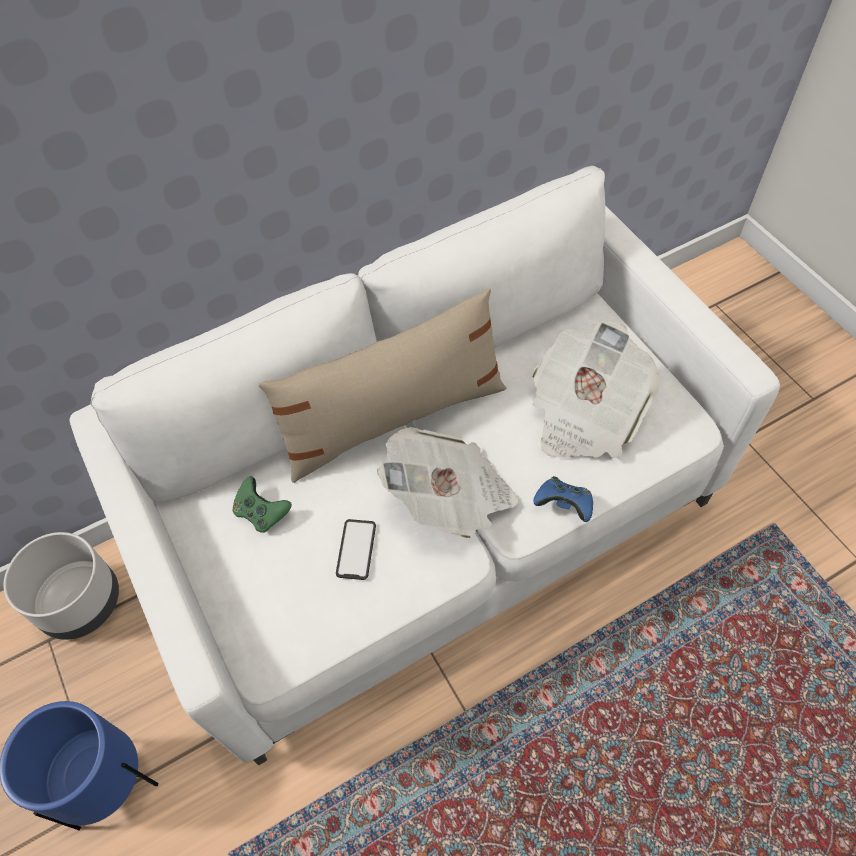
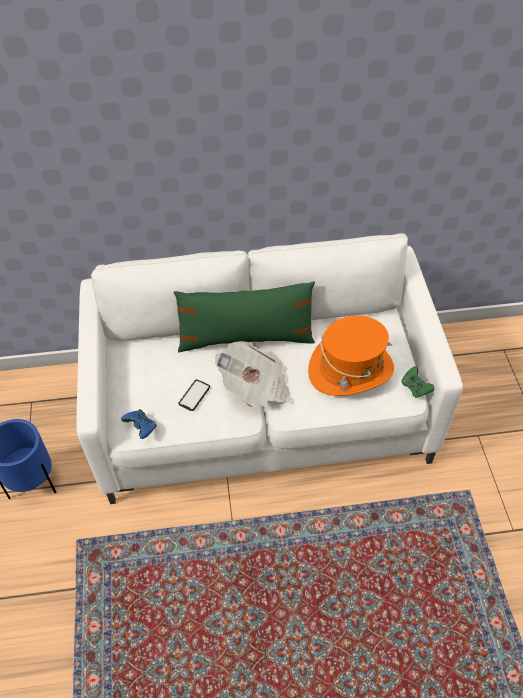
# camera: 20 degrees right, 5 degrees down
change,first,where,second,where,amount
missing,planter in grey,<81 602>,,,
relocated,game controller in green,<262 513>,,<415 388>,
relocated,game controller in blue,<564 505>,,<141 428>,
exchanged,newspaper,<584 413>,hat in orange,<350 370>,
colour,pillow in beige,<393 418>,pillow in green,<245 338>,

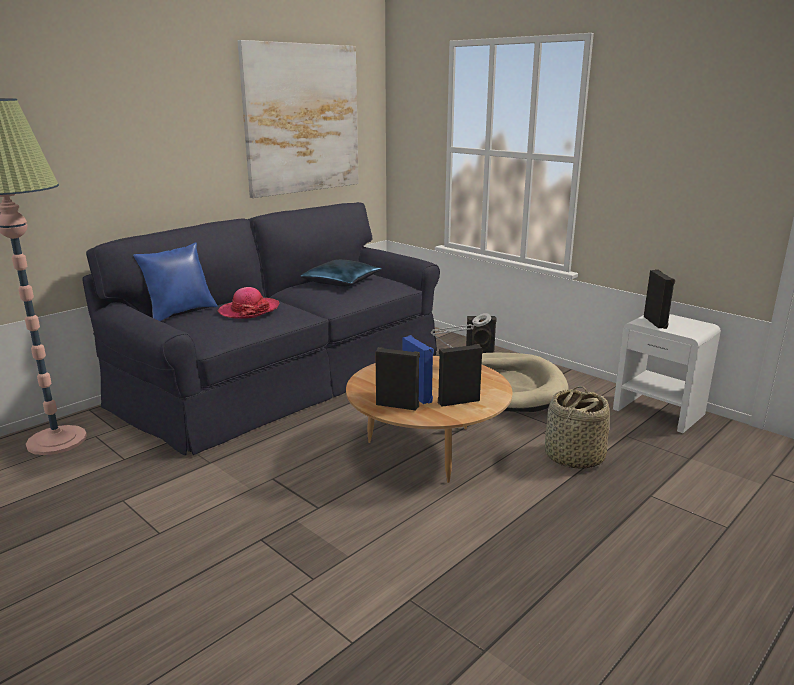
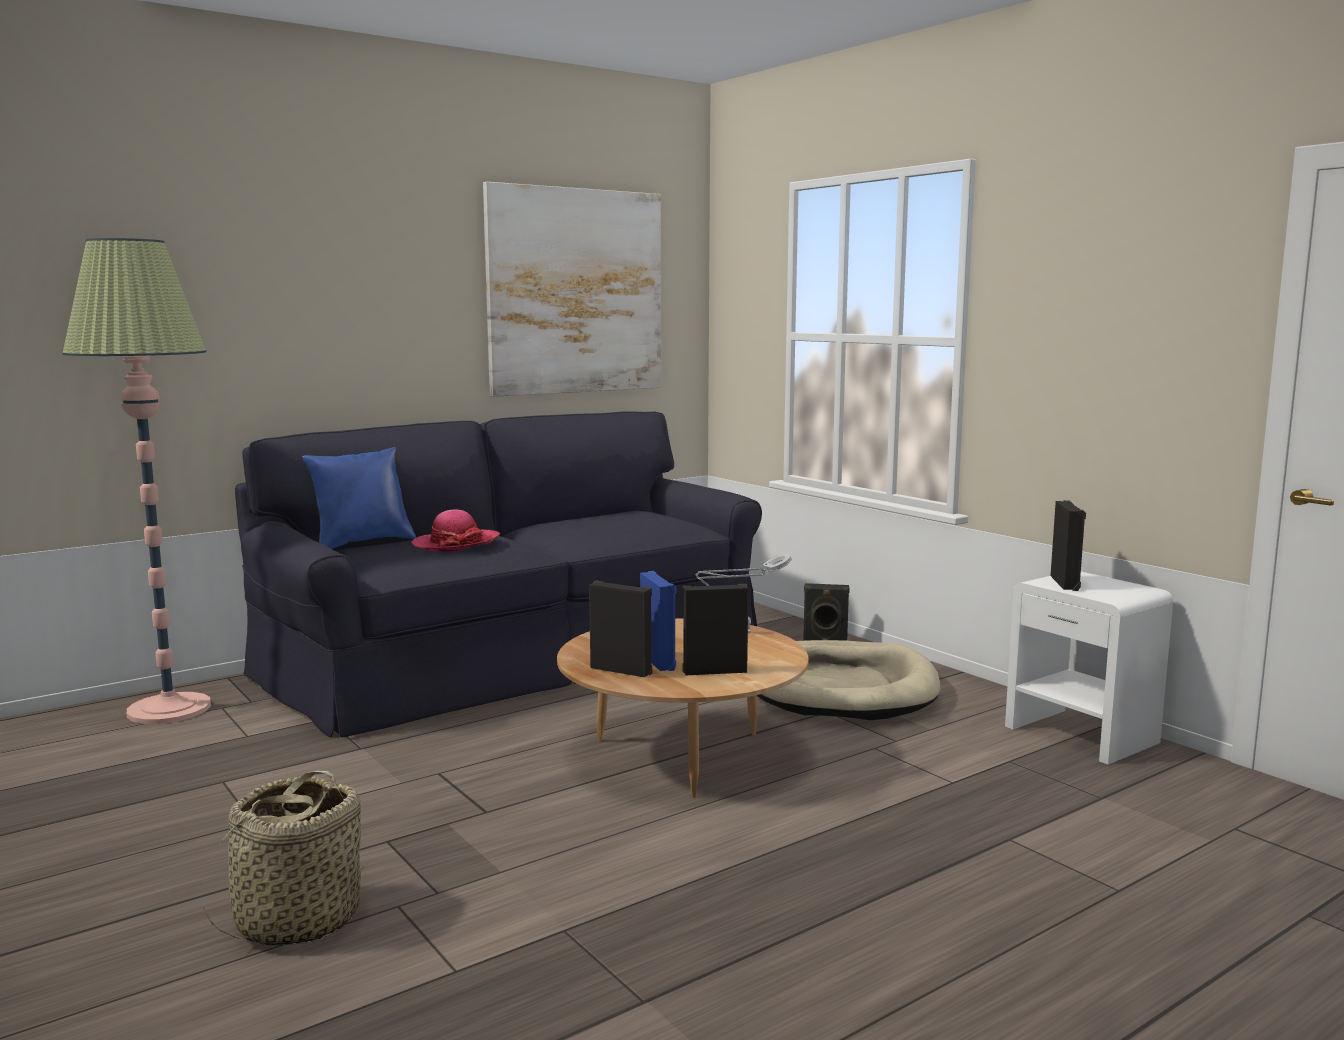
# camera: 10 degrees right, 10 degrees down
change,first,where,second,where,amount
missing,pillow in blue,<342 281>,,,
relocated,basket,<573 457>,,<297 920>,

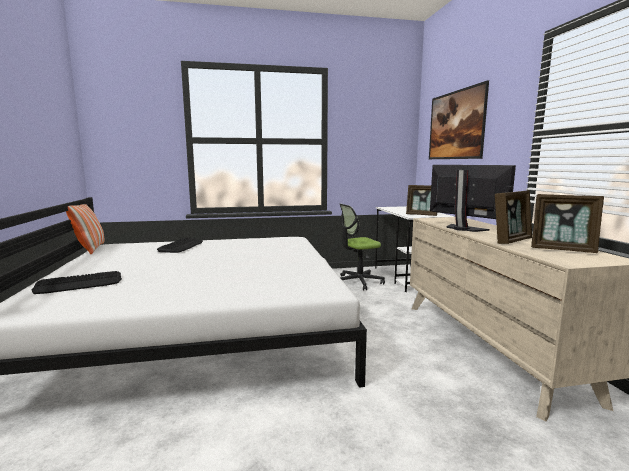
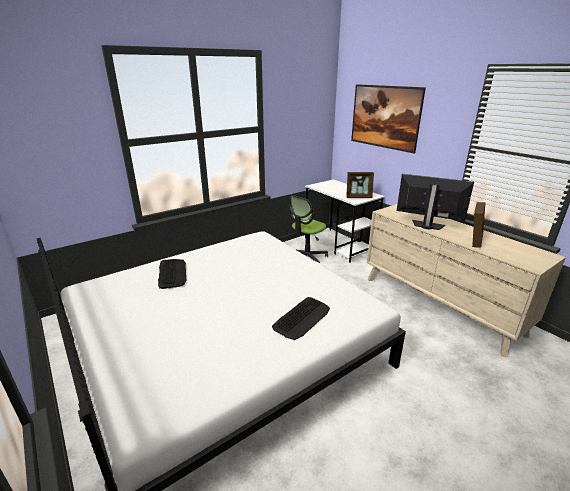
# camera: 25 degrees left, 15 degrees up
change,first,where,second,where,amount
missing,pillow,<90 249>,,,
missing,picture frame,<562 250>,,,
relocated,keyboard,<79 284>,,<302 318>,

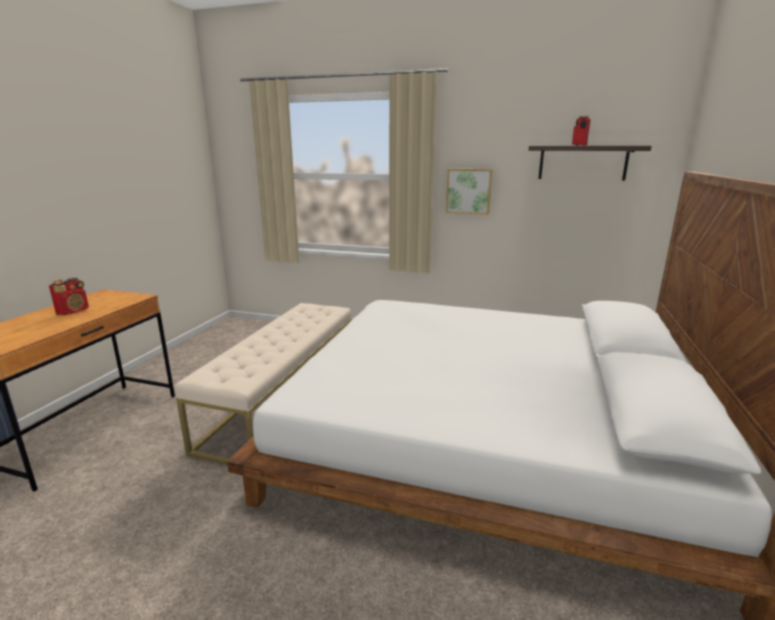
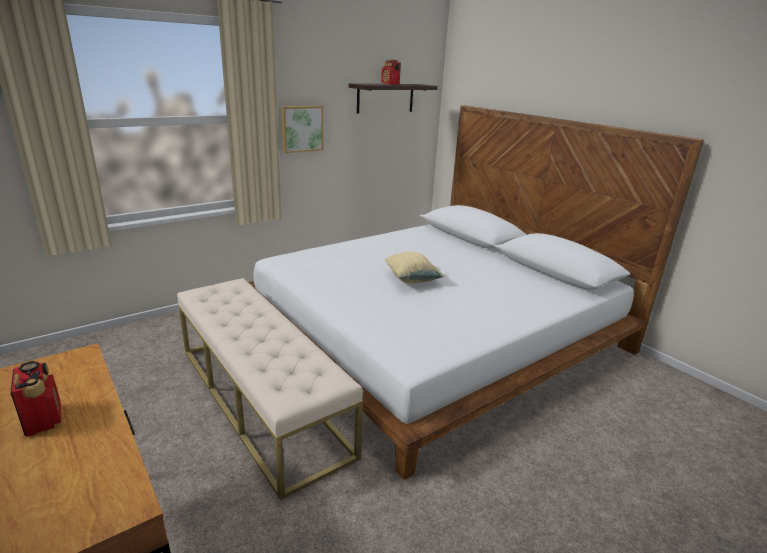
# camera: 55 degrees left, 5 degrees up
change,first,where,second,where,amount
appeared,,,pillow in beige,<412 279>,

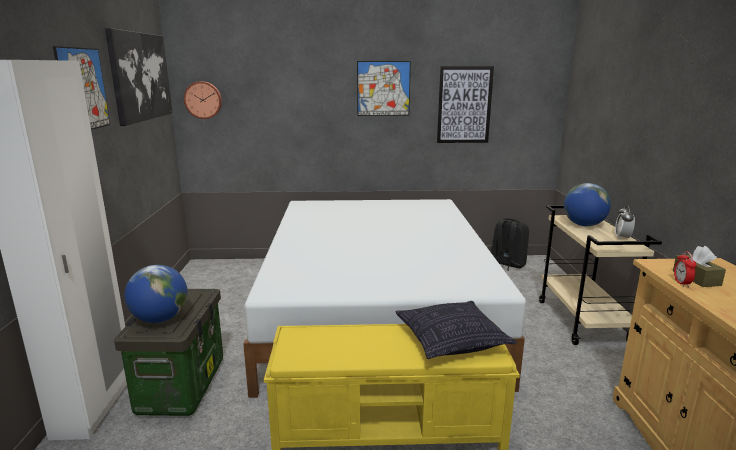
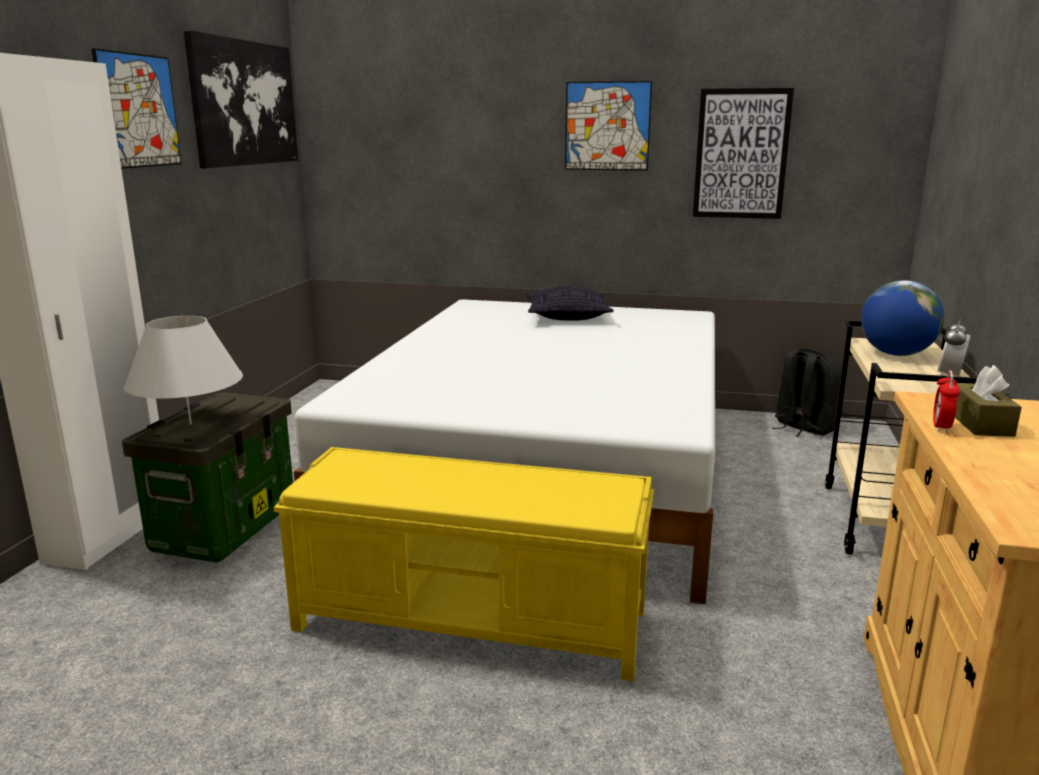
# camera: 15 degrees right, 0 degrees up
change,first,where,second,where,amount
missing,wall clock,<203 100>,,,
relocated,pillow,<451 341>,,<567 317>,
exchanged,globe,<160 319>,table lamp in white,<190 424>,

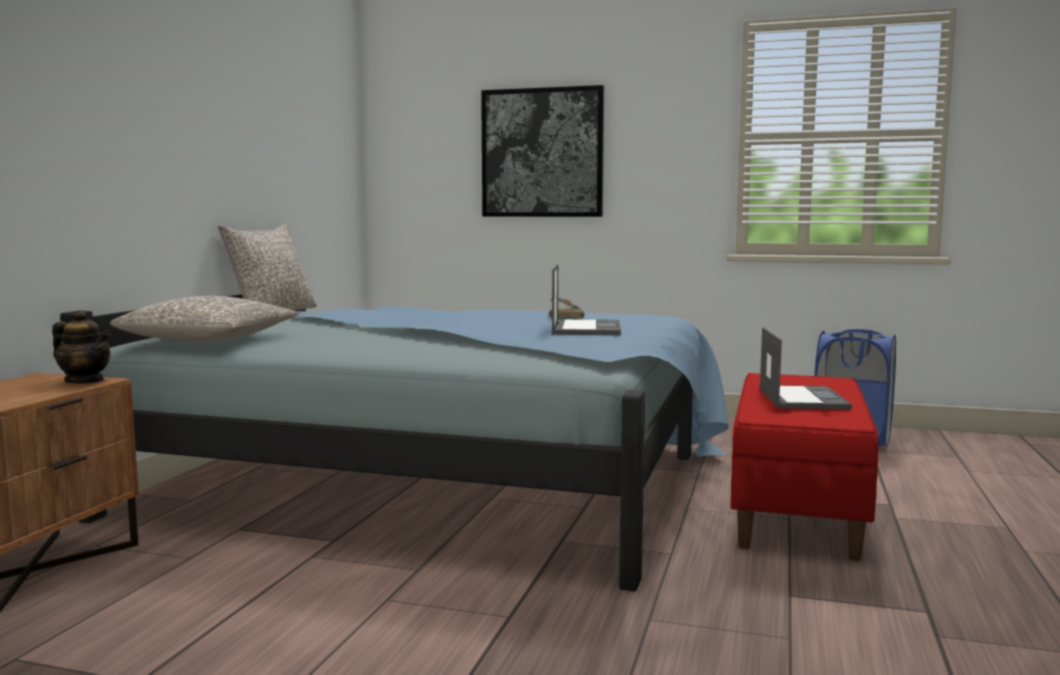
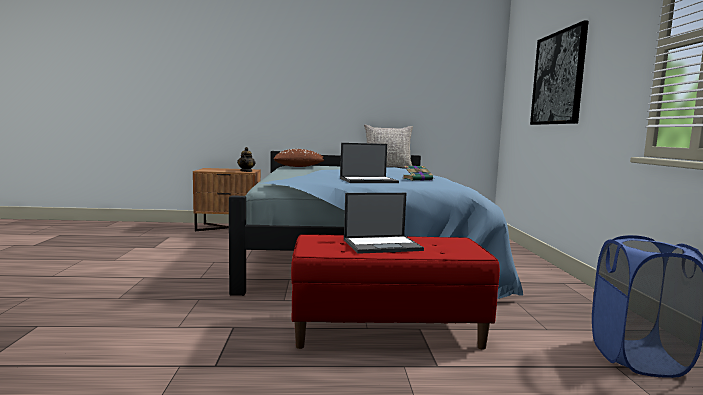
# camera: 70 degrees right, 0 degrees up
change,first,where,second,where,amount
colour,pillow in grey,<210 340>,pillow in brown,<299 166>,

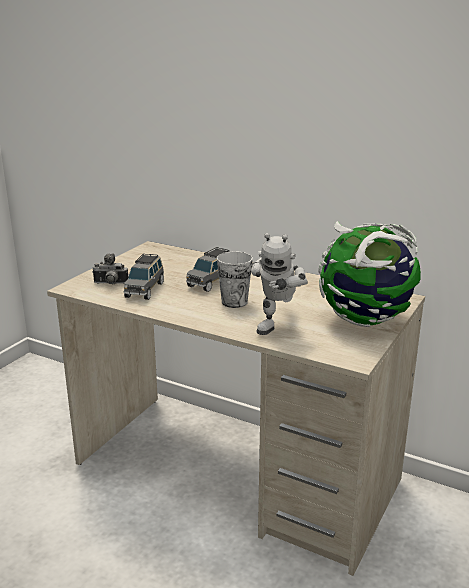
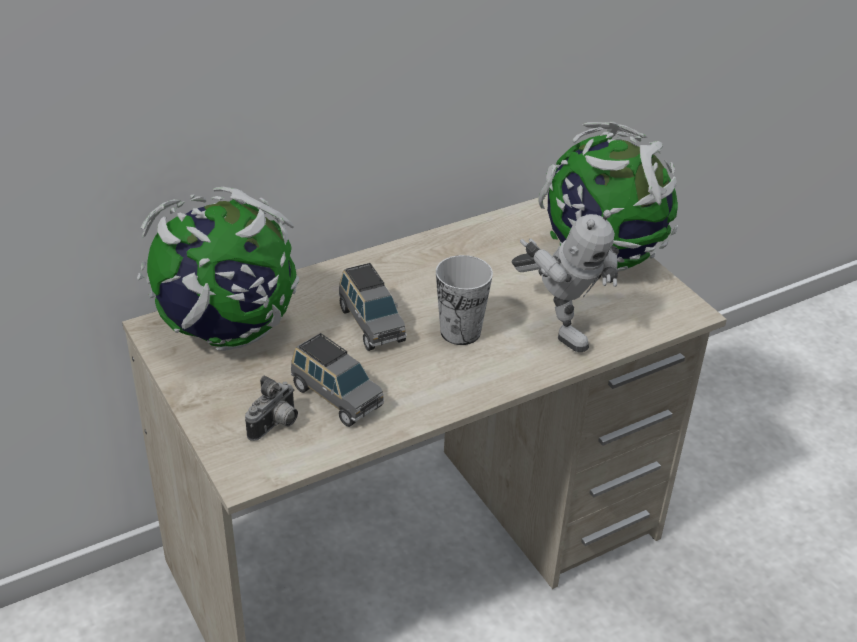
# camera: 60 degrees left, 15 degrees up
change,first,where,second,where,amount
appeared,,,globe,<226 331>,

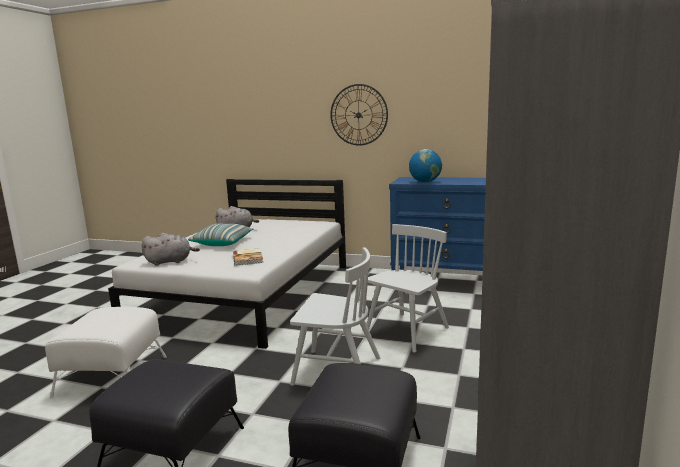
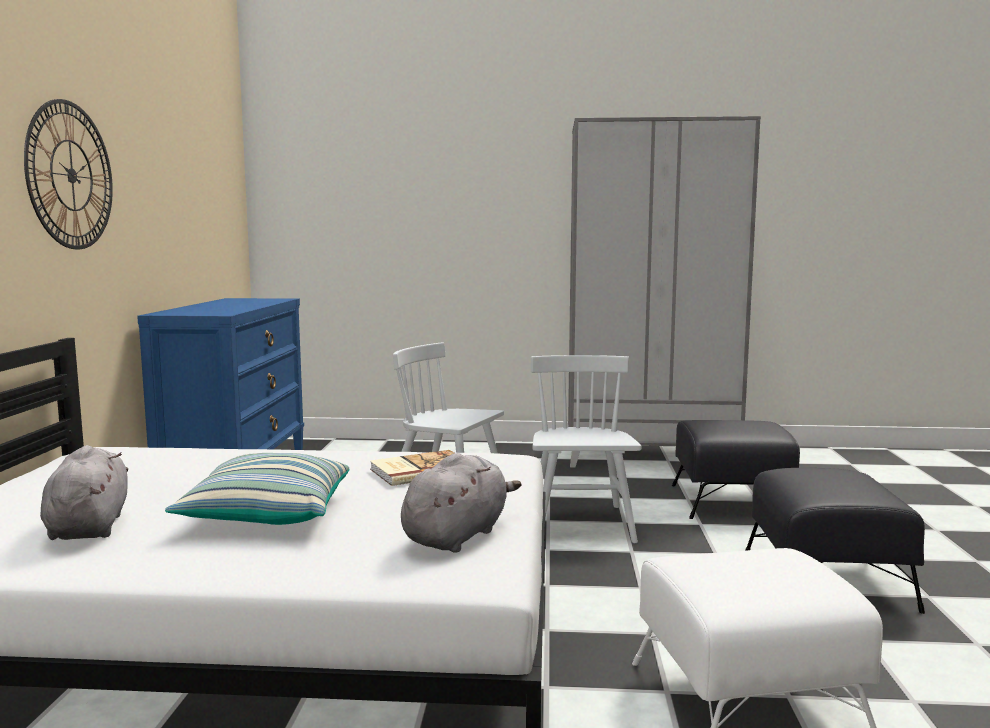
# camera: 105 degrees left, 5 degrees down
change,first,where,second,where,amount
missing,globe,<425 182>,,,
spun,plush toy in grey,<170 261>,,<457 535>,60 degrees clockwise

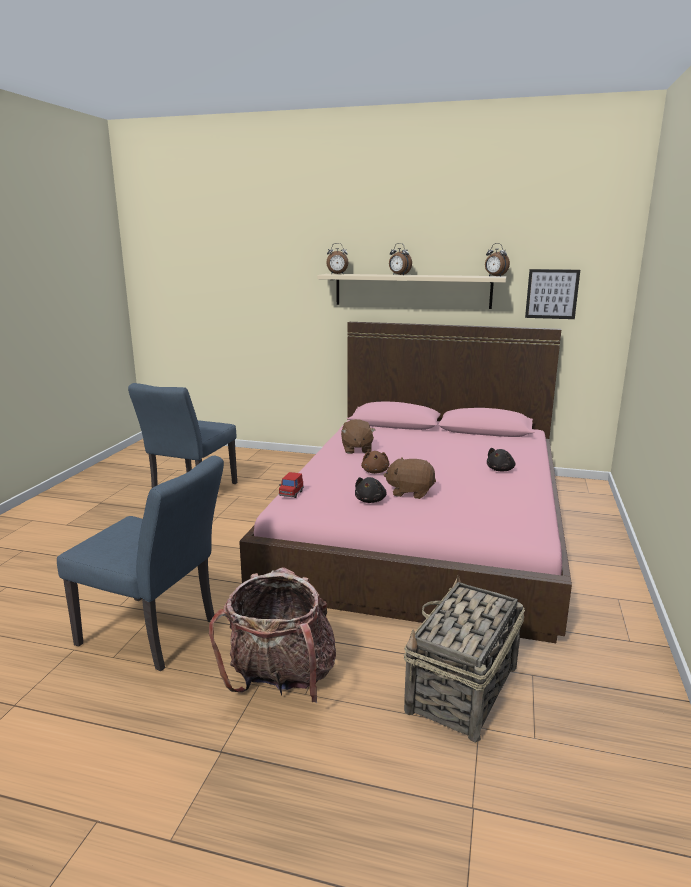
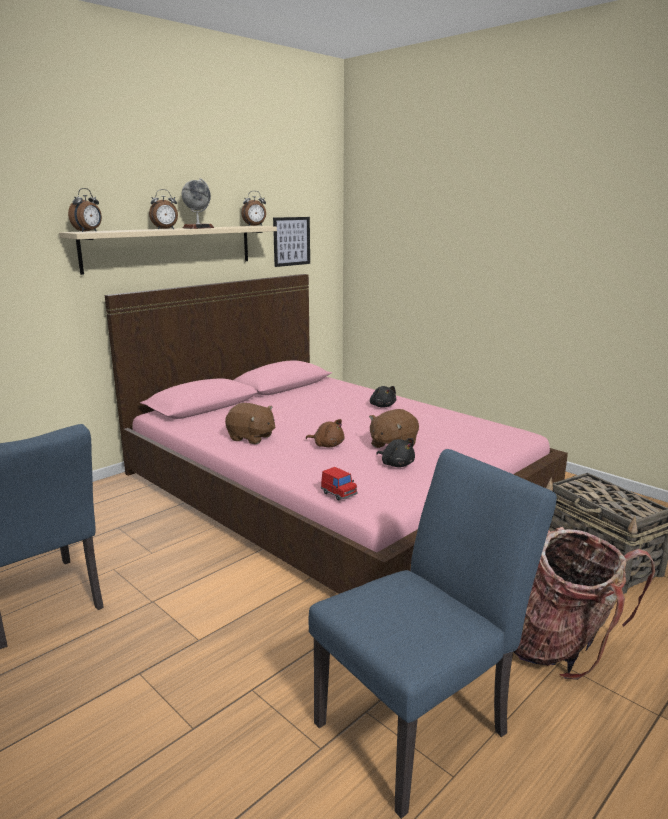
# camera: 60 degrees left, 0 degrees up
change,first,where,second,where,amount
appeared,,,globe,<198 228>,

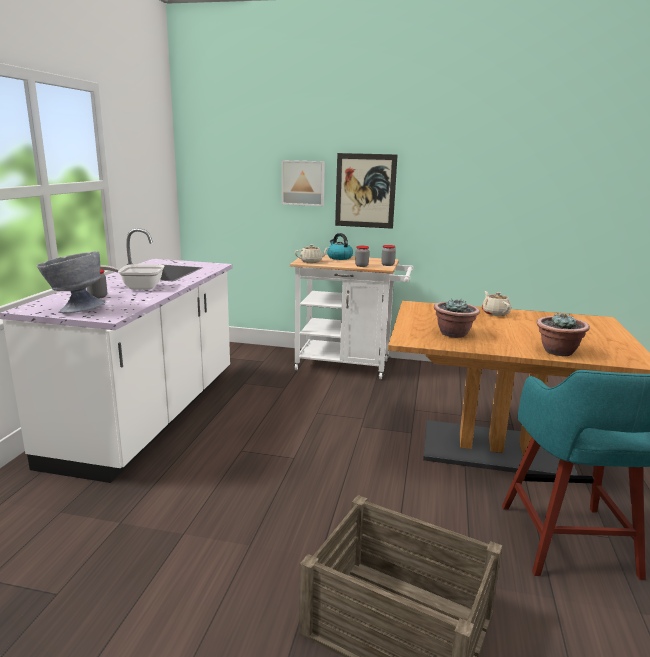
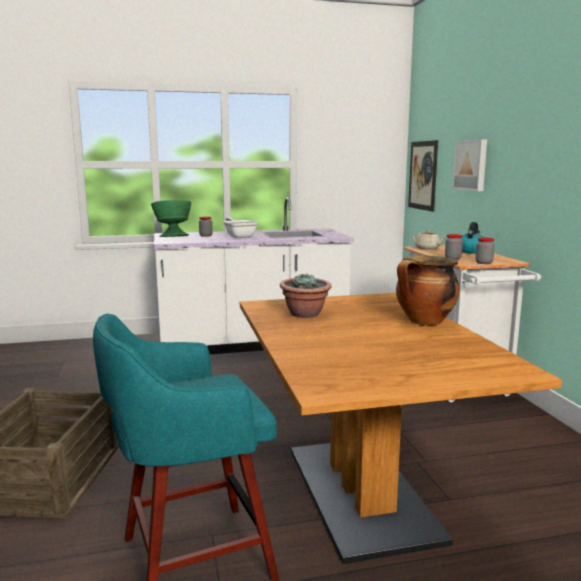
# camera: 65 degrees right, 5 degrees down
change,first,where,second,where,amount
missing,potted plant,<558 351>,,,
relocated,picture,<365 191>,,<422 175>,
exchanged,teapot in beige,<495 313>,cooking pot,<424 322>,
colour,bowl in grey,<75 309>,bowl in green,<173 237>,

